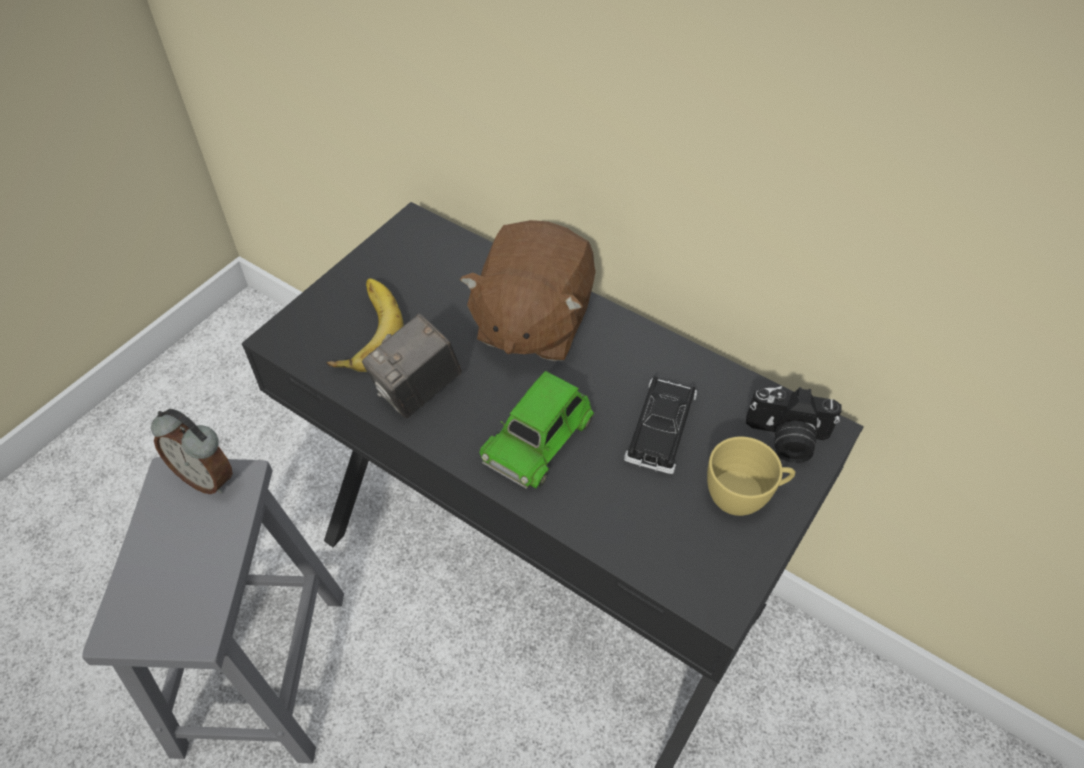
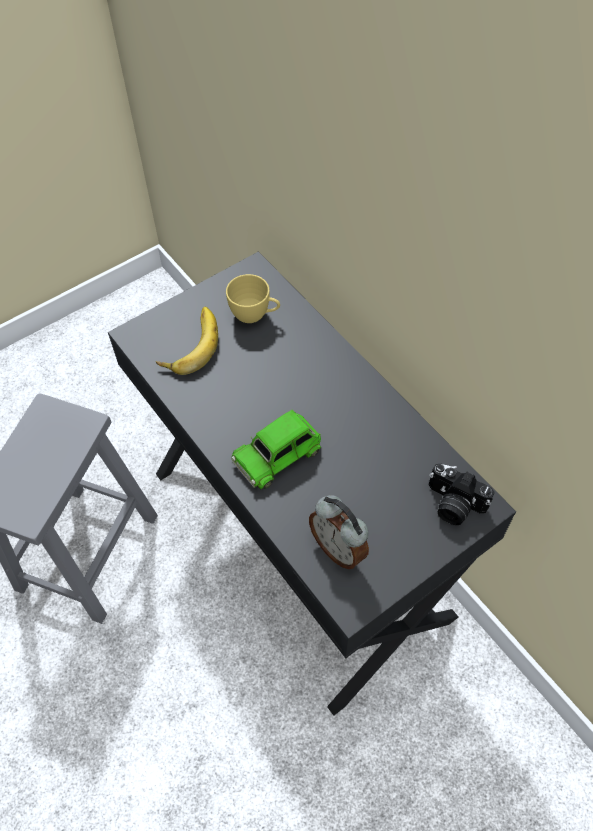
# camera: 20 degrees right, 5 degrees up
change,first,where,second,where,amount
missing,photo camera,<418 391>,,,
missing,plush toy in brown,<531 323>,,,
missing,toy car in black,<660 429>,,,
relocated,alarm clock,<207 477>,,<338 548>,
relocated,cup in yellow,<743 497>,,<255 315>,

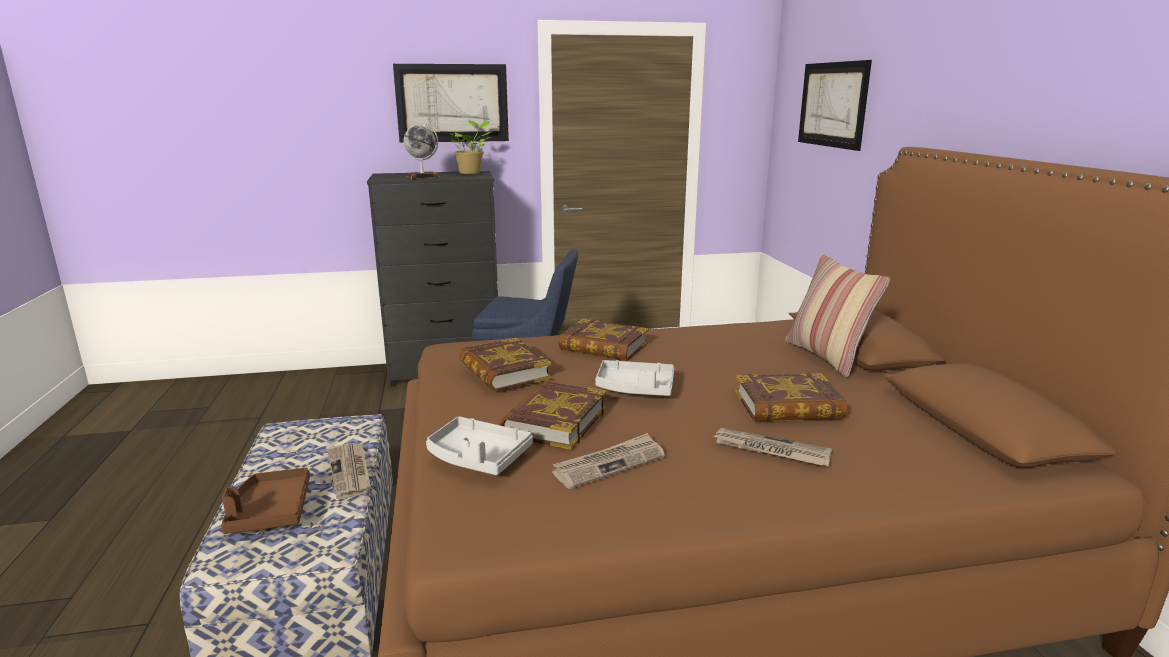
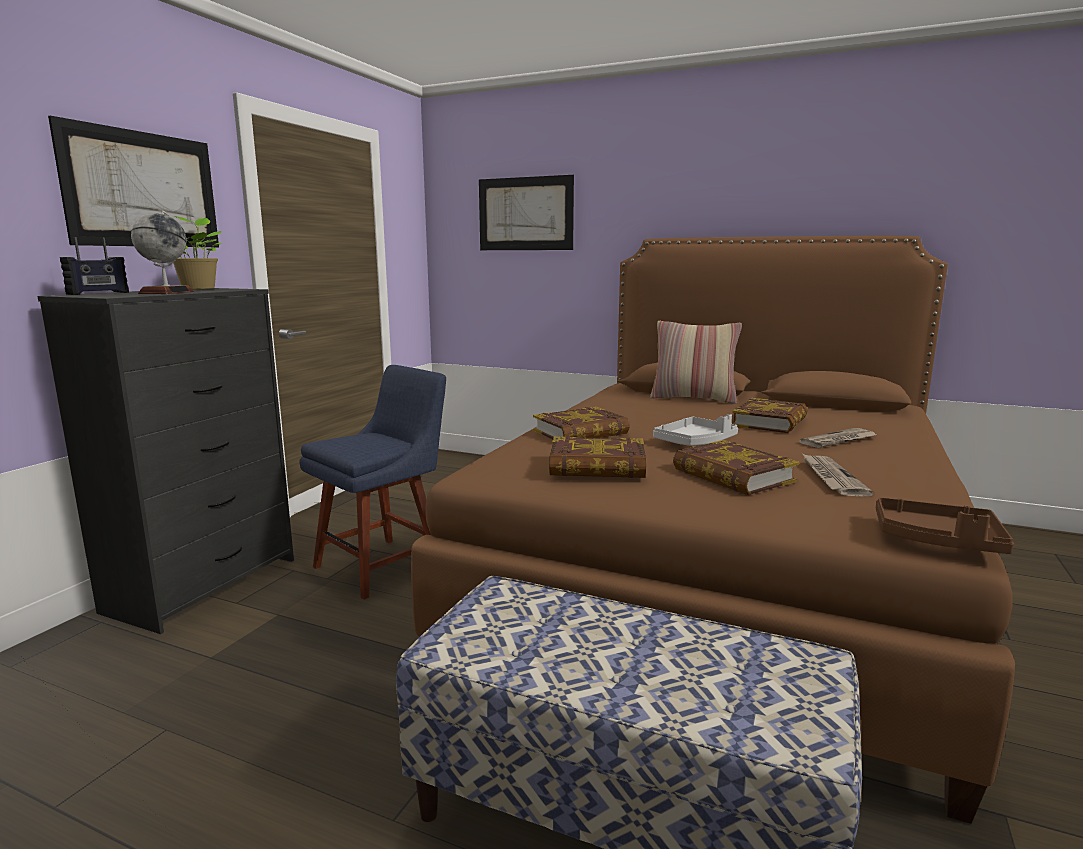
# camera: 55 degrees left, 5 degrees down
change,first,where,second,where,amount
missing,newspaper,<350 472>,,,
missing,tray in grey,<477 457>,,,
appeared,,,radio,<98 293>,
relocated,tray in brown,<270 512>,,<937 540>,

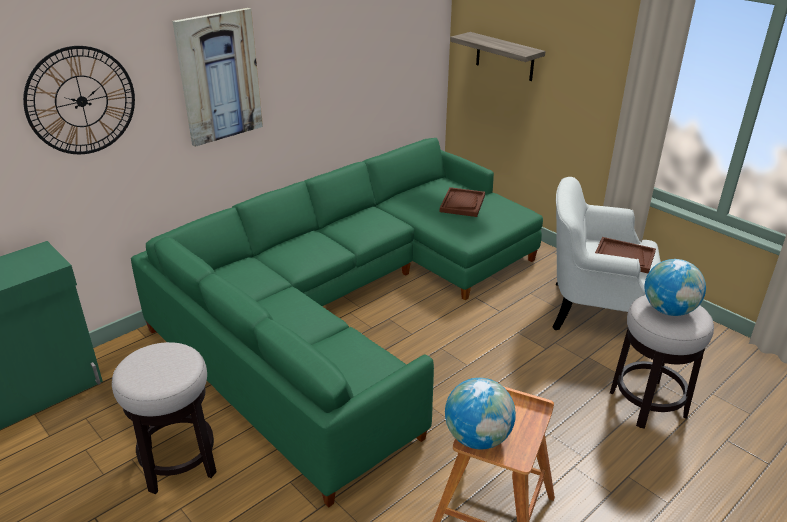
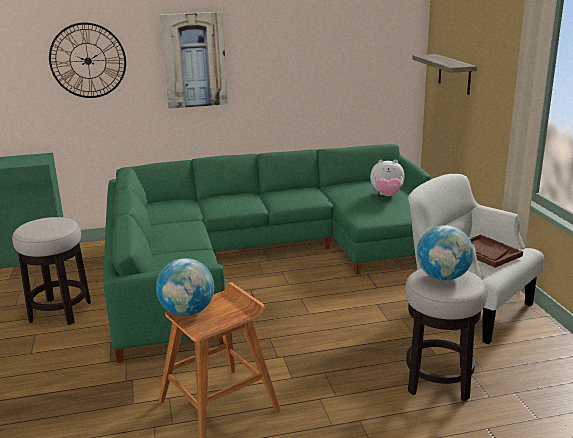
# camera: 30 degrees right, 10 degrees down
change,first,where,second,where,amount
exchanged,tray in brown,<462 203>,plush toy,<387 195>,

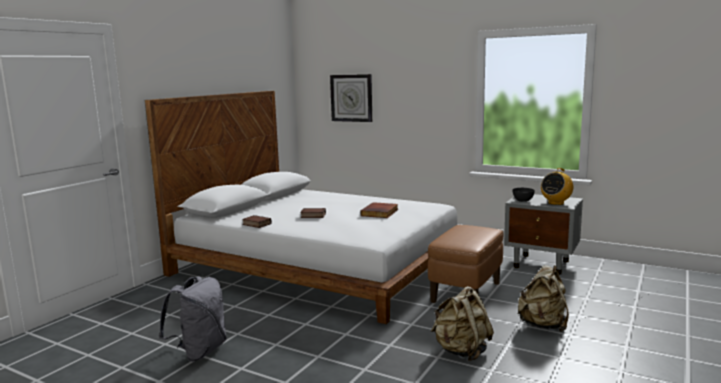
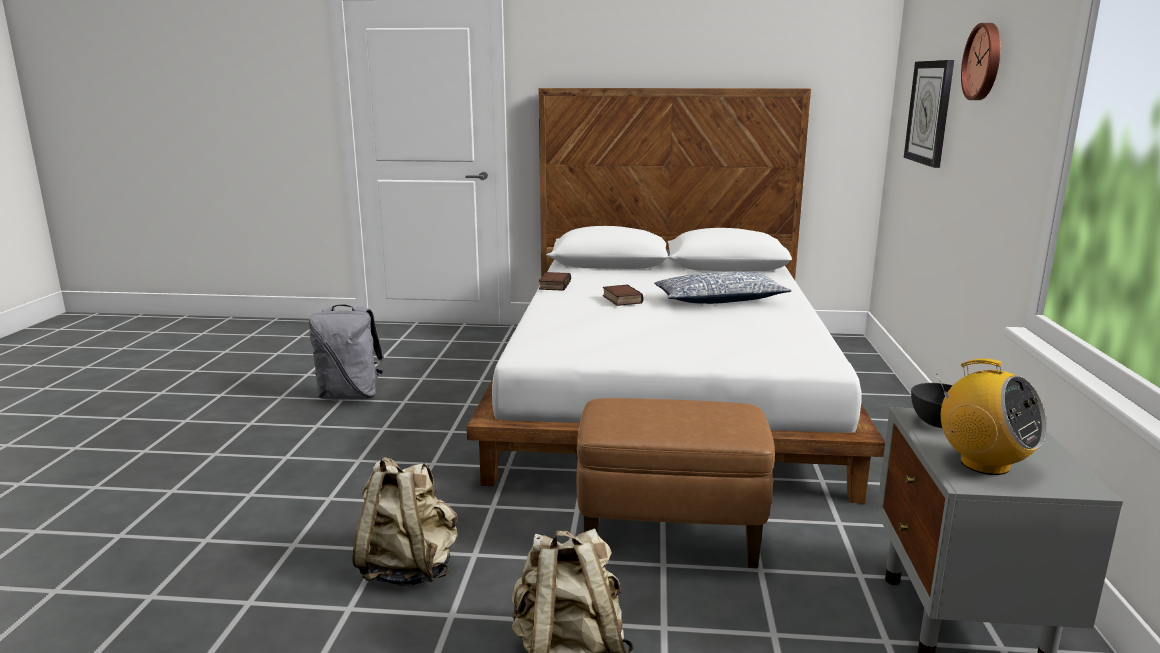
# camera: 65 degrees right, 5 degrees up
change,first,where,second,where,amount
missing,book,<380 212>,,,
appeared,,,pillow,<719 301>,
appeared,,,wall clock,<984 62>,
spun,radio,<556 203>,,<983 464>,150 degrees counterclockwise

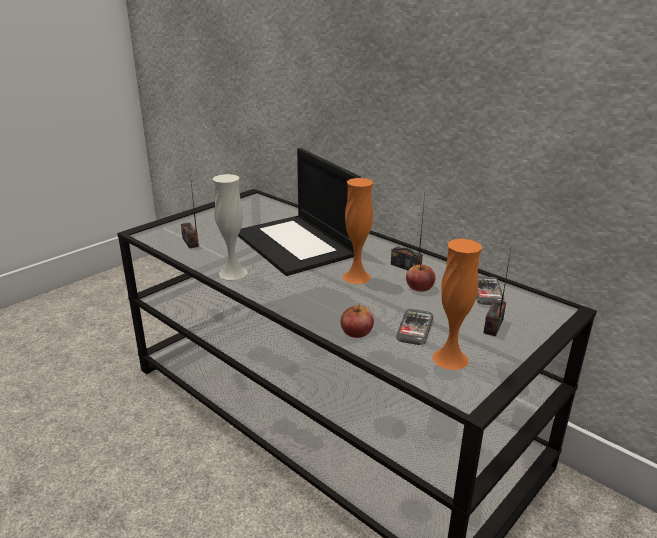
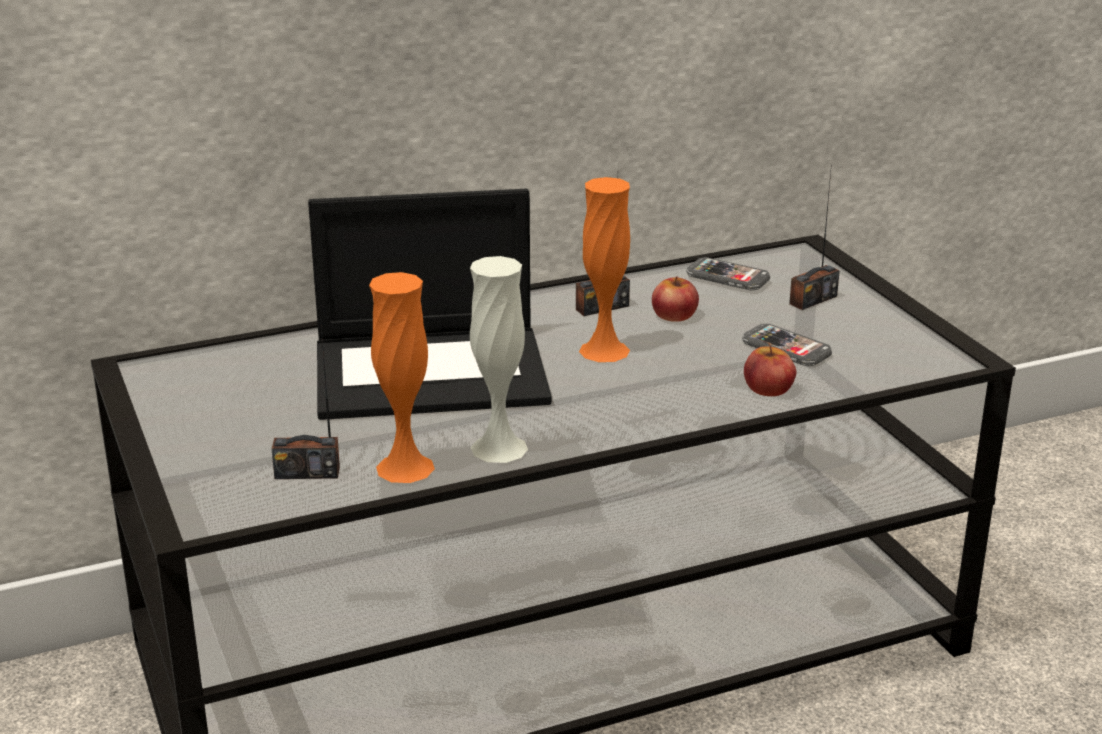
# camera: 65 degrees left, 0 degrees up
change,first,where,second,where,amount
relocated,vase in orange,<450 359>,,<405 467>,
spun,radio,<493 326>,,<812 300>,90 degrees counterclockwise

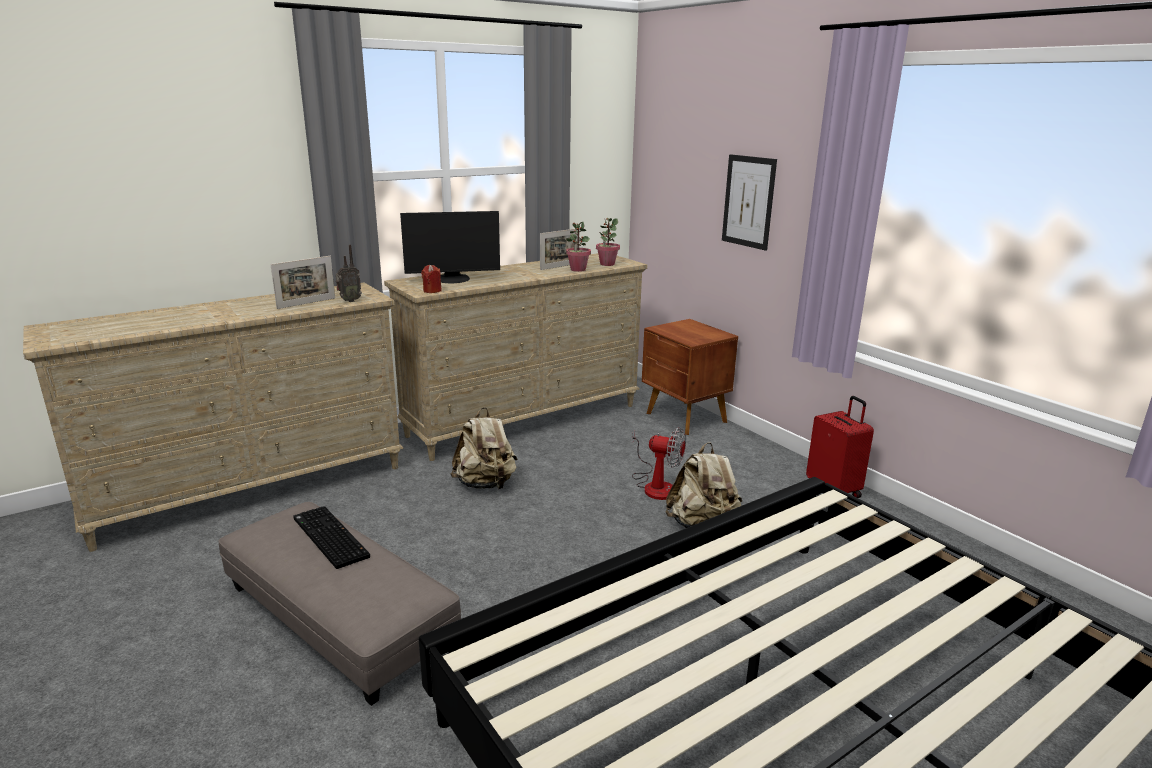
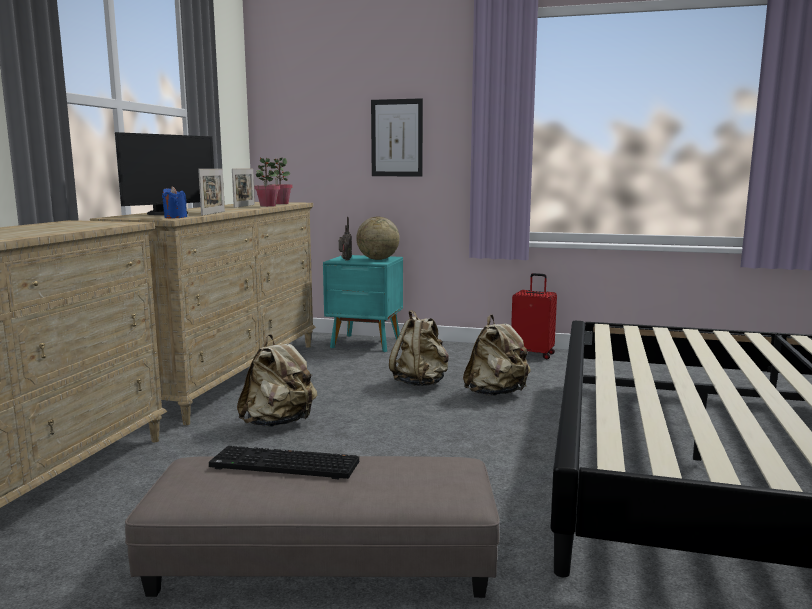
# camera: 40 degrees left, 10 degrees down
change,first,where,second,where,amount
appeared,,,globe,<378 259>,
relocated,picture frame,<306 303>,,<213 213>,
relocated,radio,<349 301>,,<345 260>,
exchanged,fan,<655 485>,backpack in beige,<420 383>,
colour,candle in red,<432 291>,candle in blue,<175 217>,
colour,nightstand in brown,<685 418>,nightstand in turquoise,<366 343>,

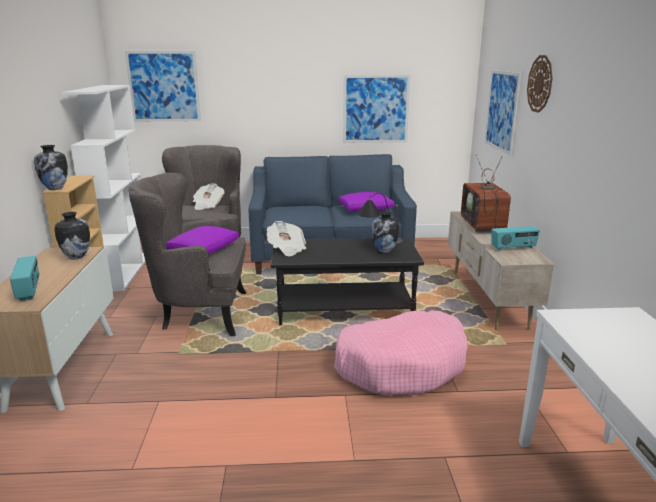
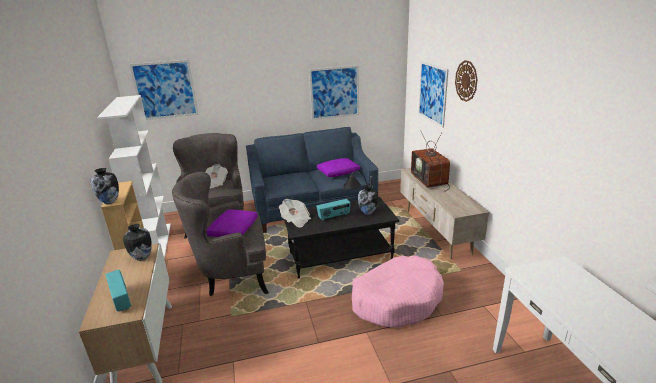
# camera: 10 degrees left, 5 degrees up
change,first,where,second,where,amount
relocated,radio,<513 248>,,<334 216>,

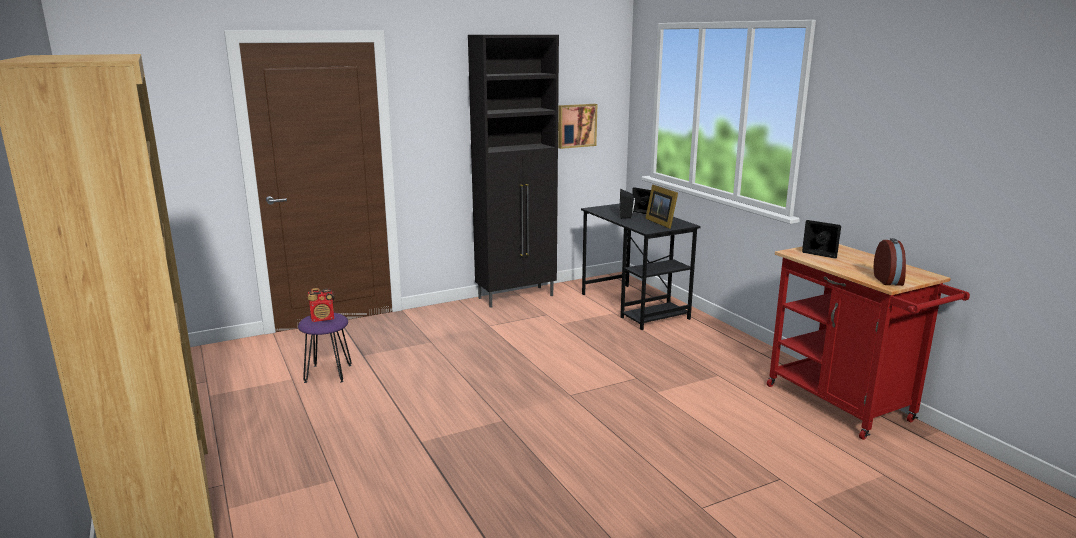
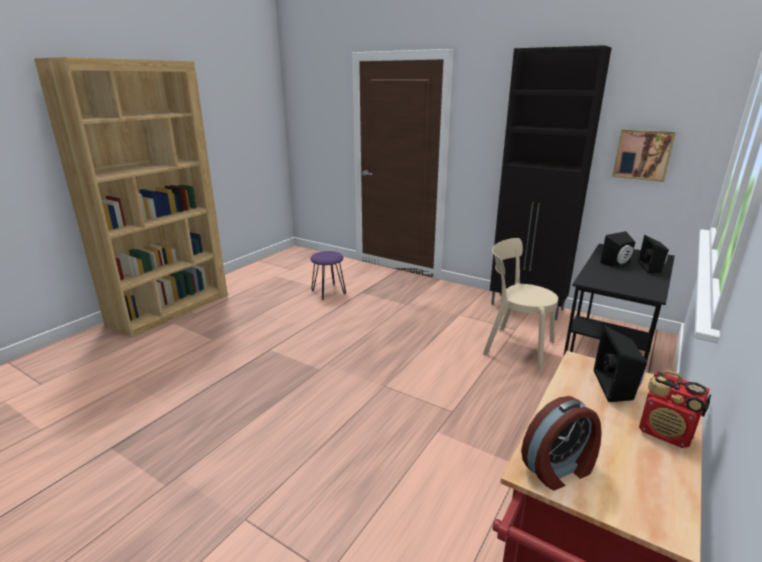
# camera: 60 degrees right, 5 degrees up
change,first,where,second,where,amount
missing,picture frame,<661 222>,,,
appeared,,,chair in beige,<515 347>,
relocated,radio,<323 319>,,<666 433>,

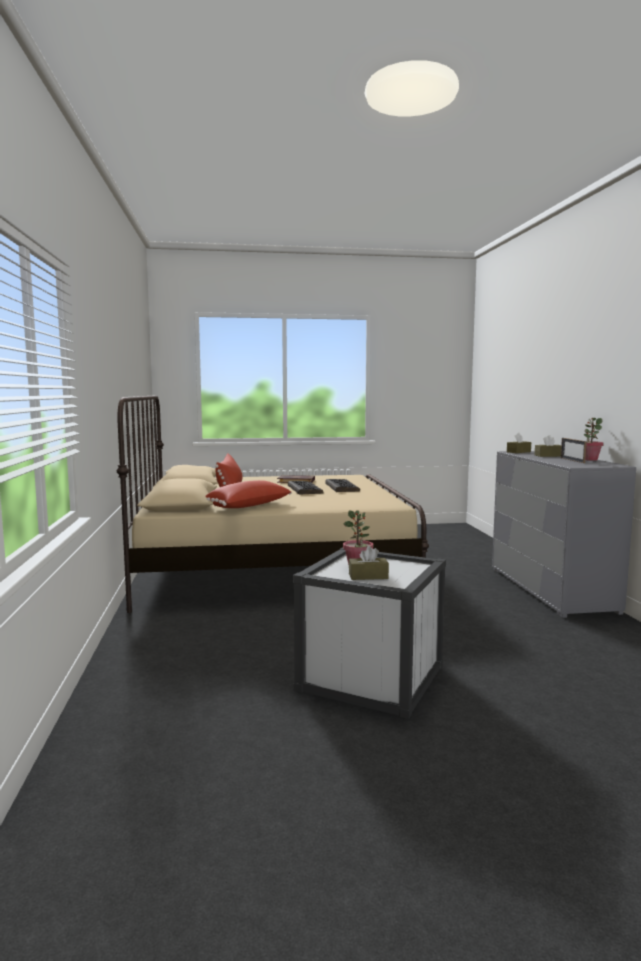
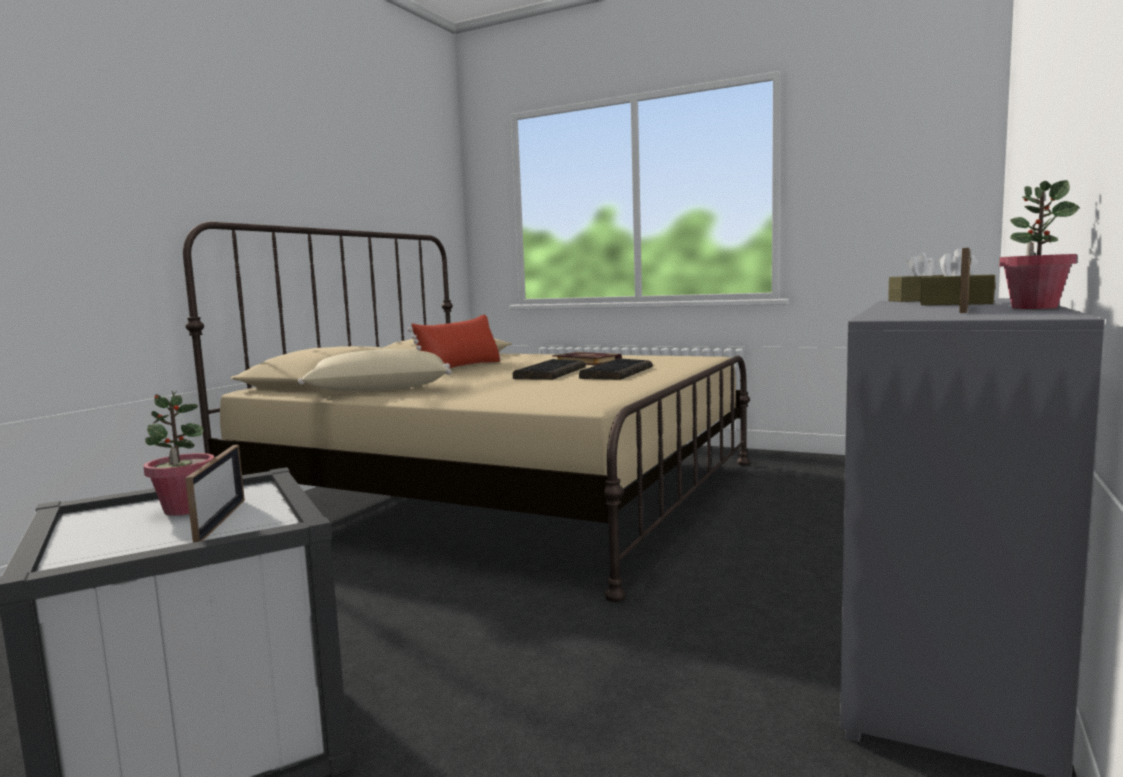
# camera: 35 degrees right, 0 degrees up
change,first,where,second,where,amount
missing,tissue box in brown,<368 576>,,,
appeared,,,picture frame,<221 520>,
colour,pillow in red,<249 506>,pillow in beige,<379 391>,

